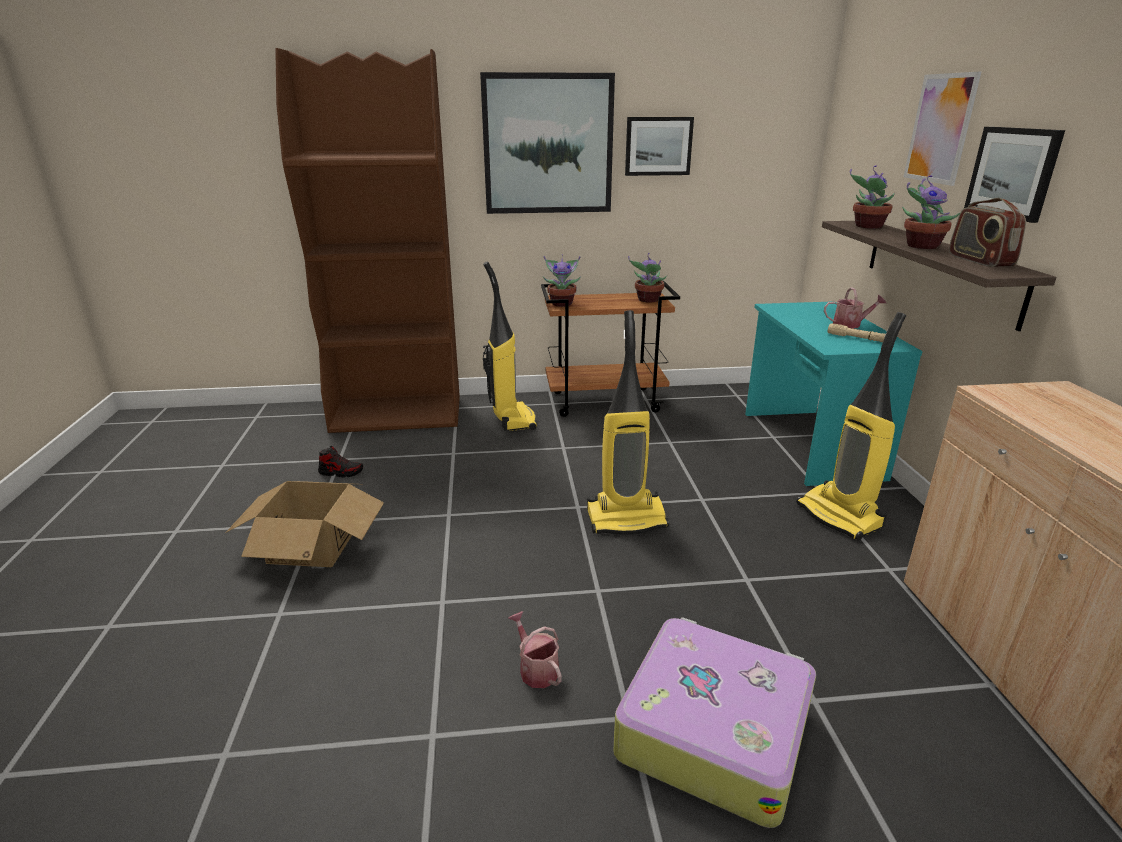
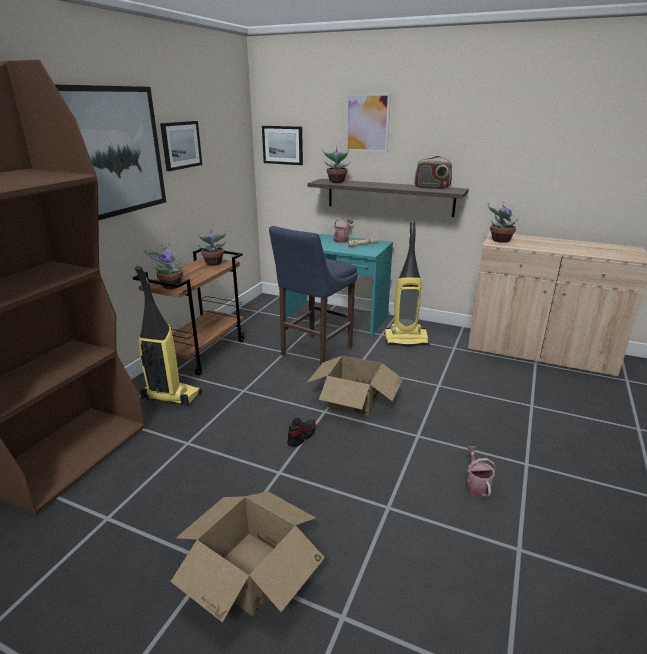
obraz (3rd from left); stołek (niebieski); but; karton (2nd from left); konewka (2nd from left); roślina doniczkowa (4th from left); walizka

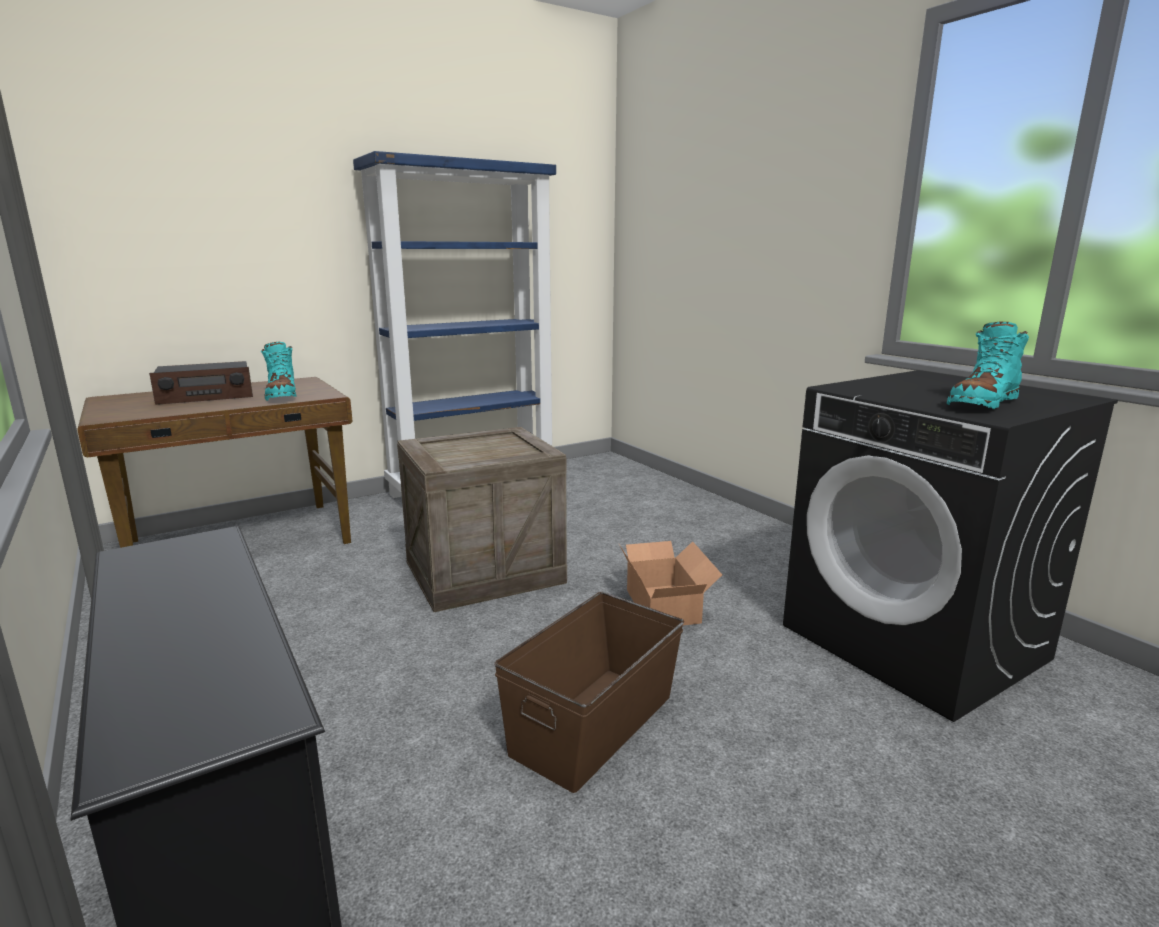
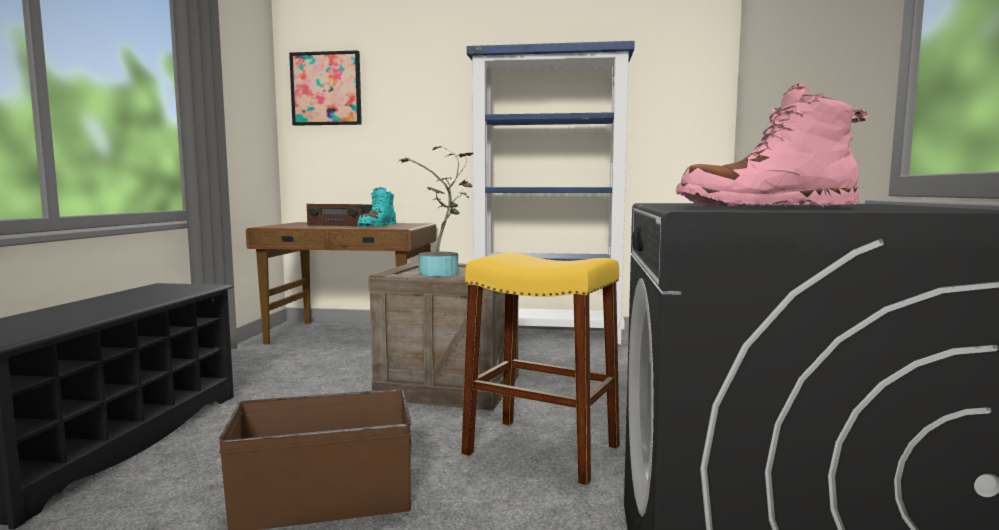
obraz; roślina doniczkowa; stołek (żółty); but z cholewką (różowy)

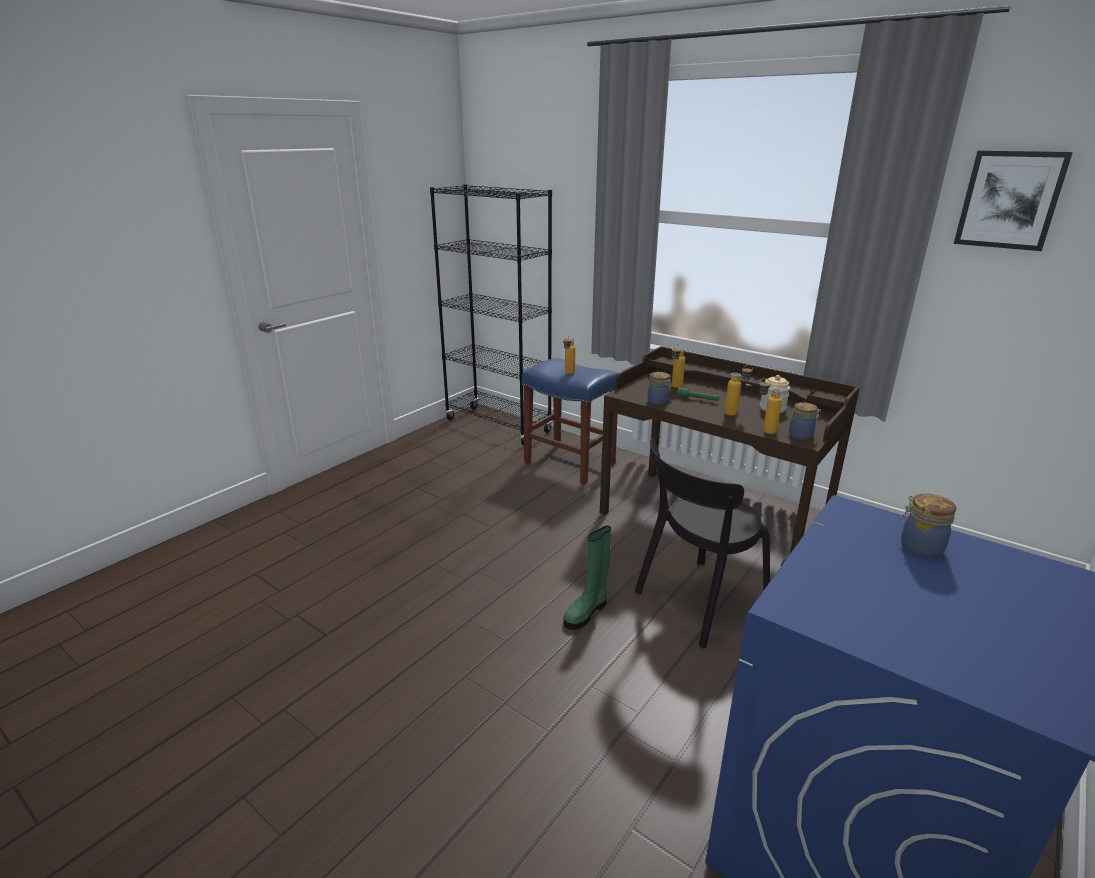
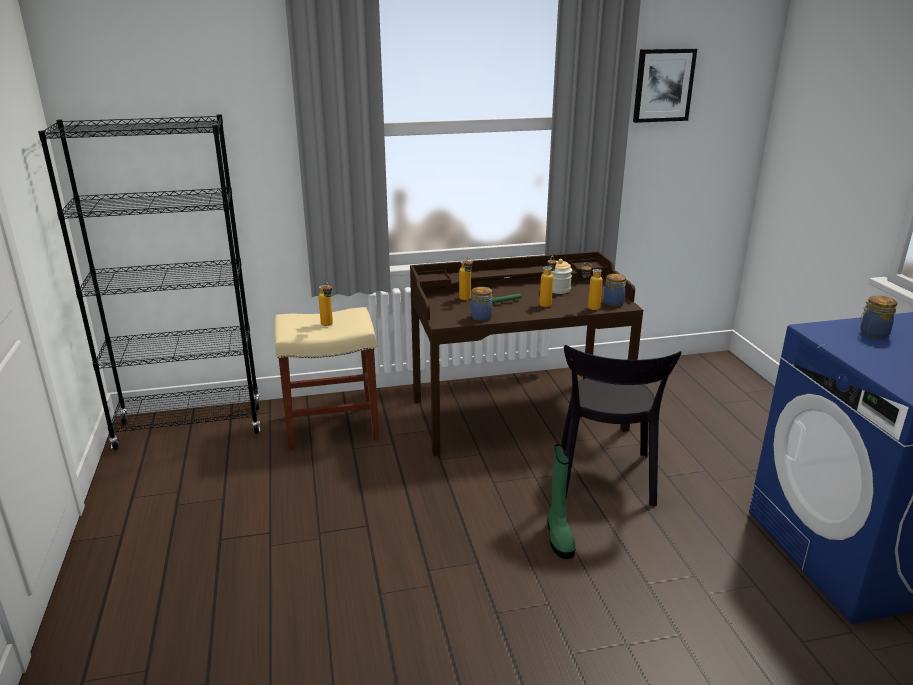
stołek (beżowy)

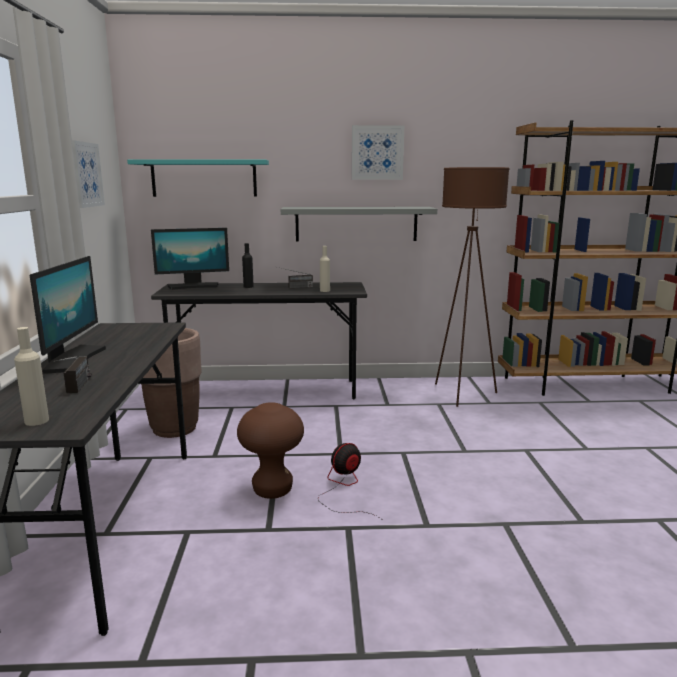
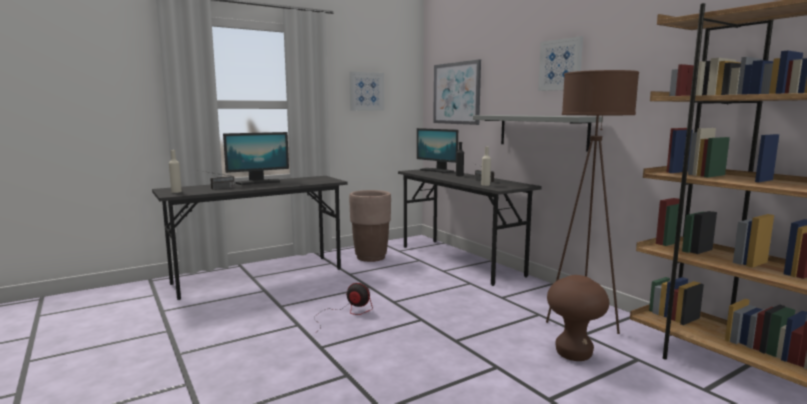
obraz (2nd from left); stołek (brązowy)

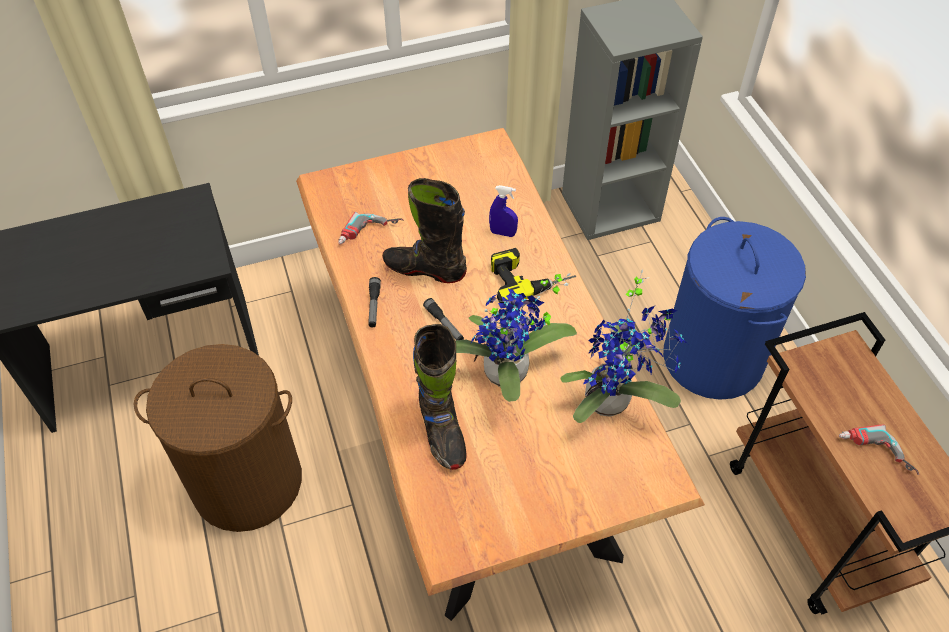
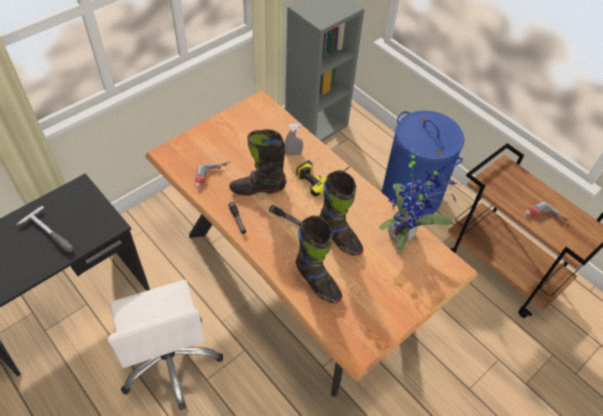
młotek; krzesło biurowe (biały); spryskiwacz (szary); but z cholewką (czarny) (3rd from left)

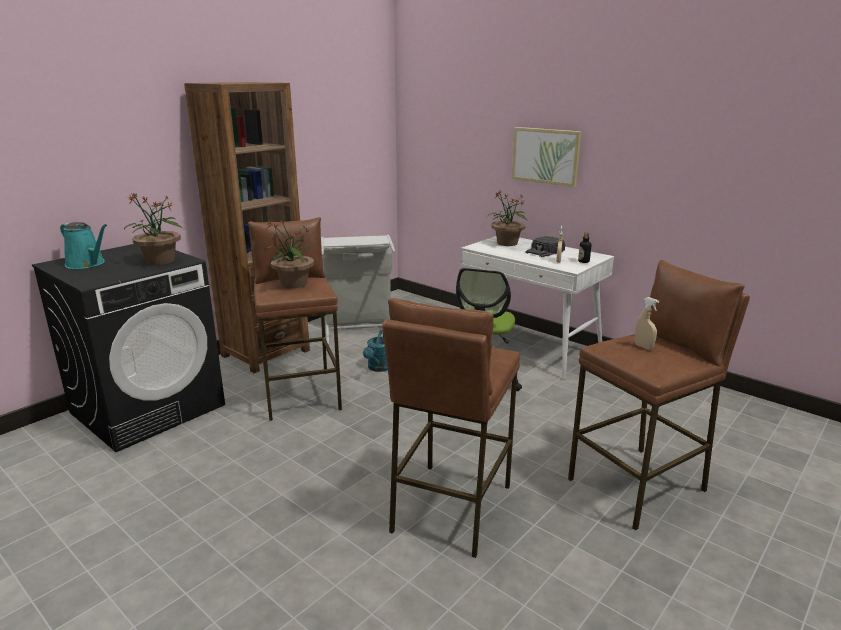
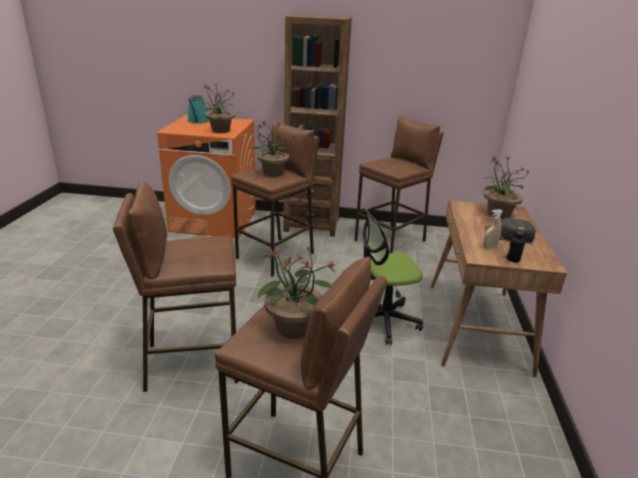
pralka (pomarańczowy); roślina doniczkowa (3rd from left); stołek (brązowy) (4th from left); biurko (brązowy); konewka (turkusowy) (2nd from left in the first image); obraz

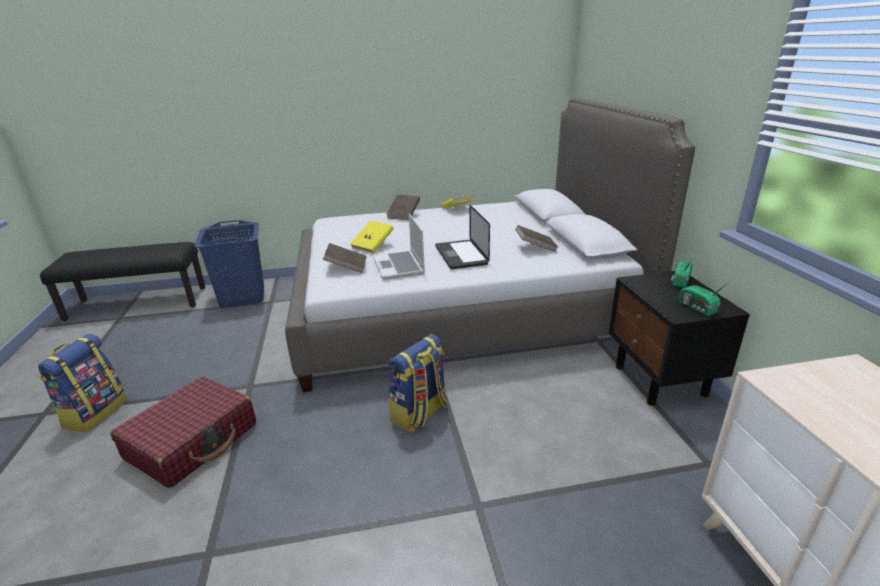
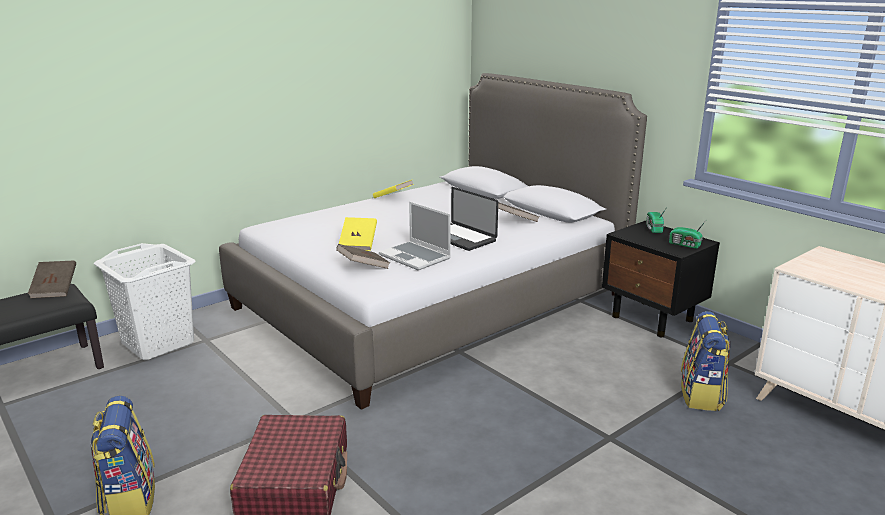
książka (brązowy) (1st from left); kosz na pranie (biały); plecak (2nd from left)

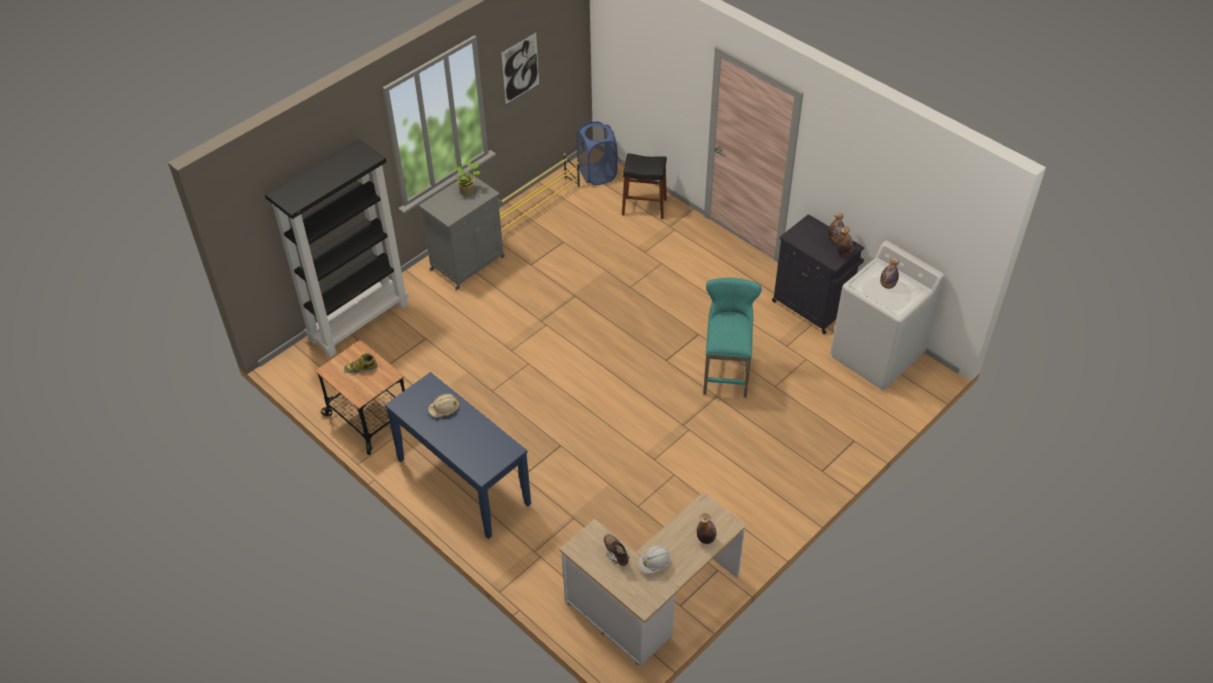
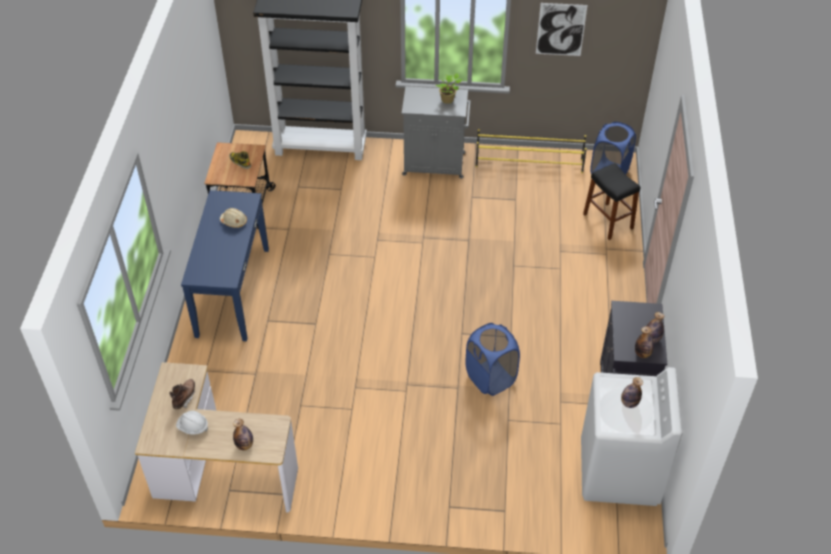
kosz na pranie (niebieski) (1st from left)

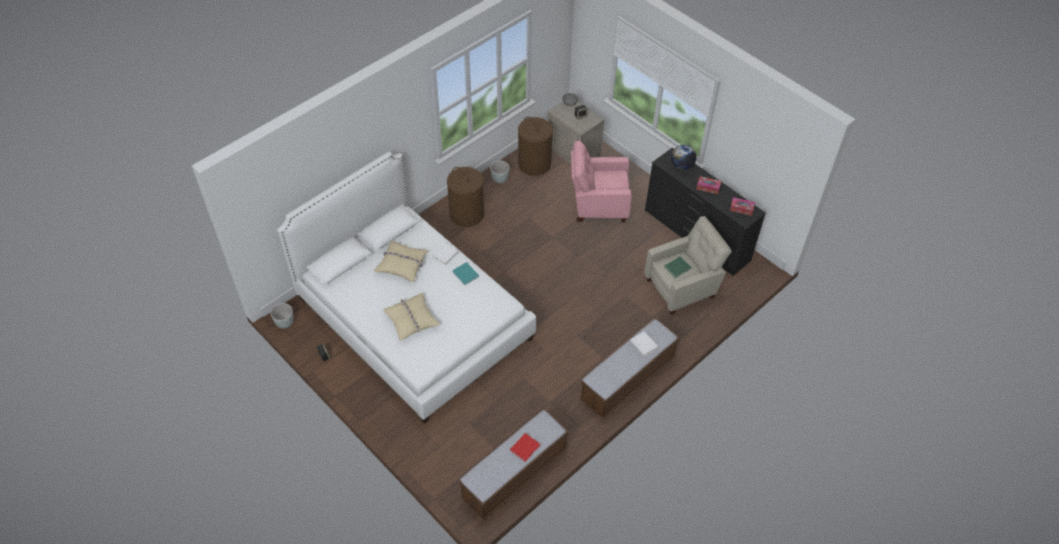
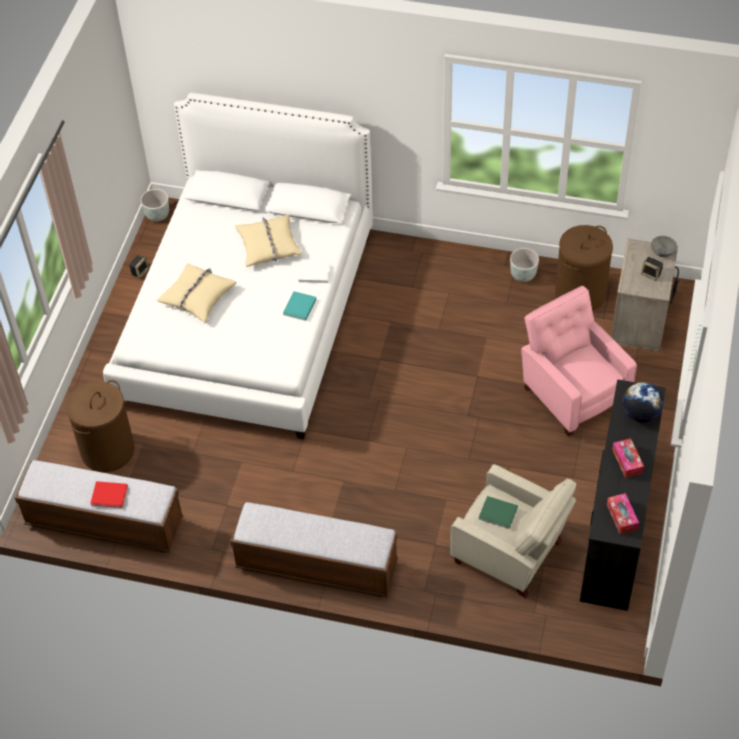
kosz na pranie (brązowy) (1st from left); książka (biały) (2nd from left in the first image)

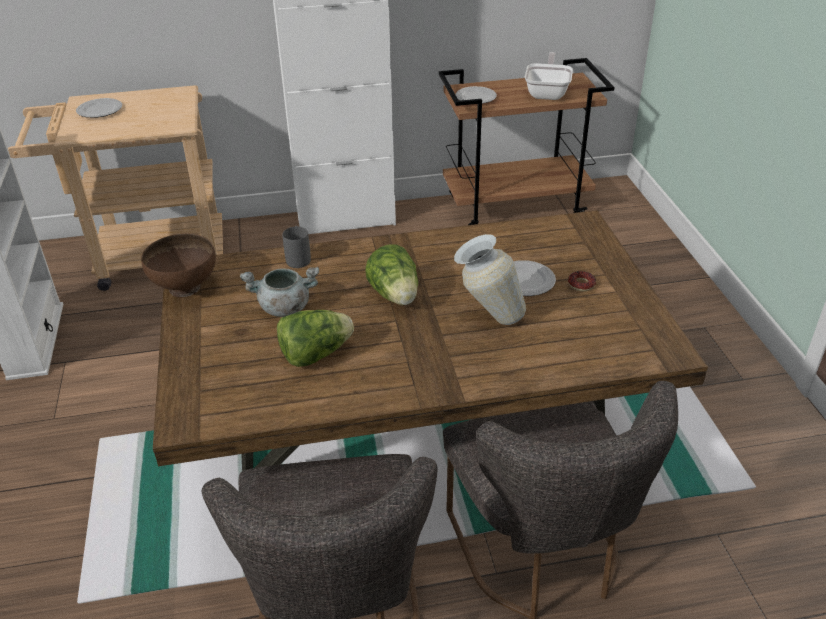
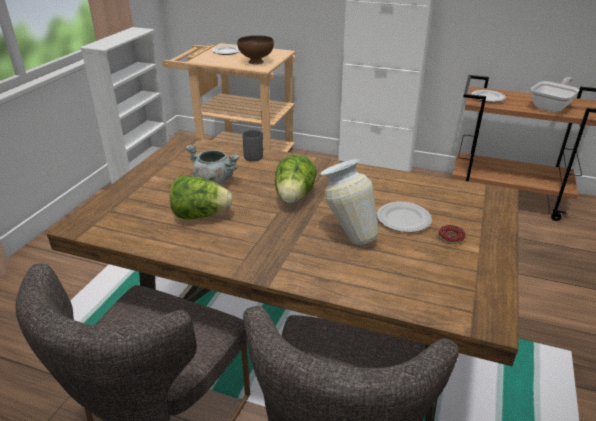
miska (brązowy)

